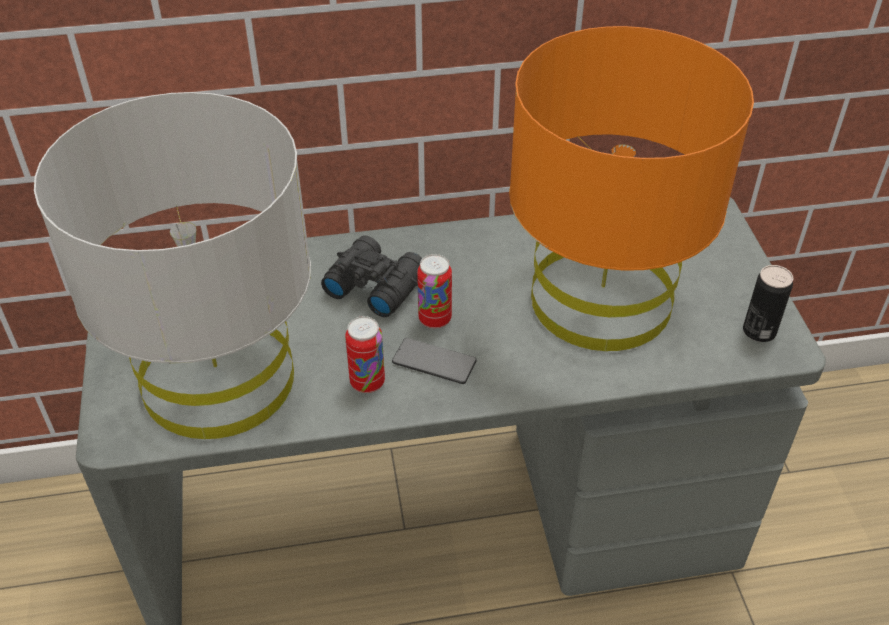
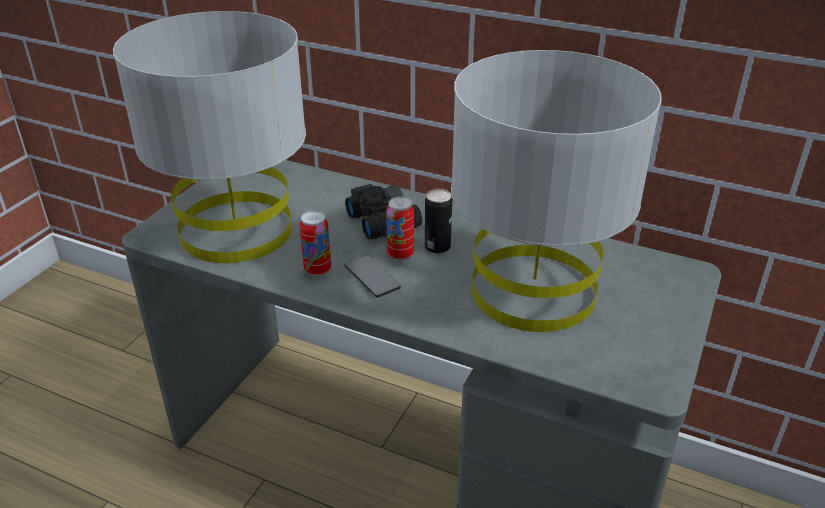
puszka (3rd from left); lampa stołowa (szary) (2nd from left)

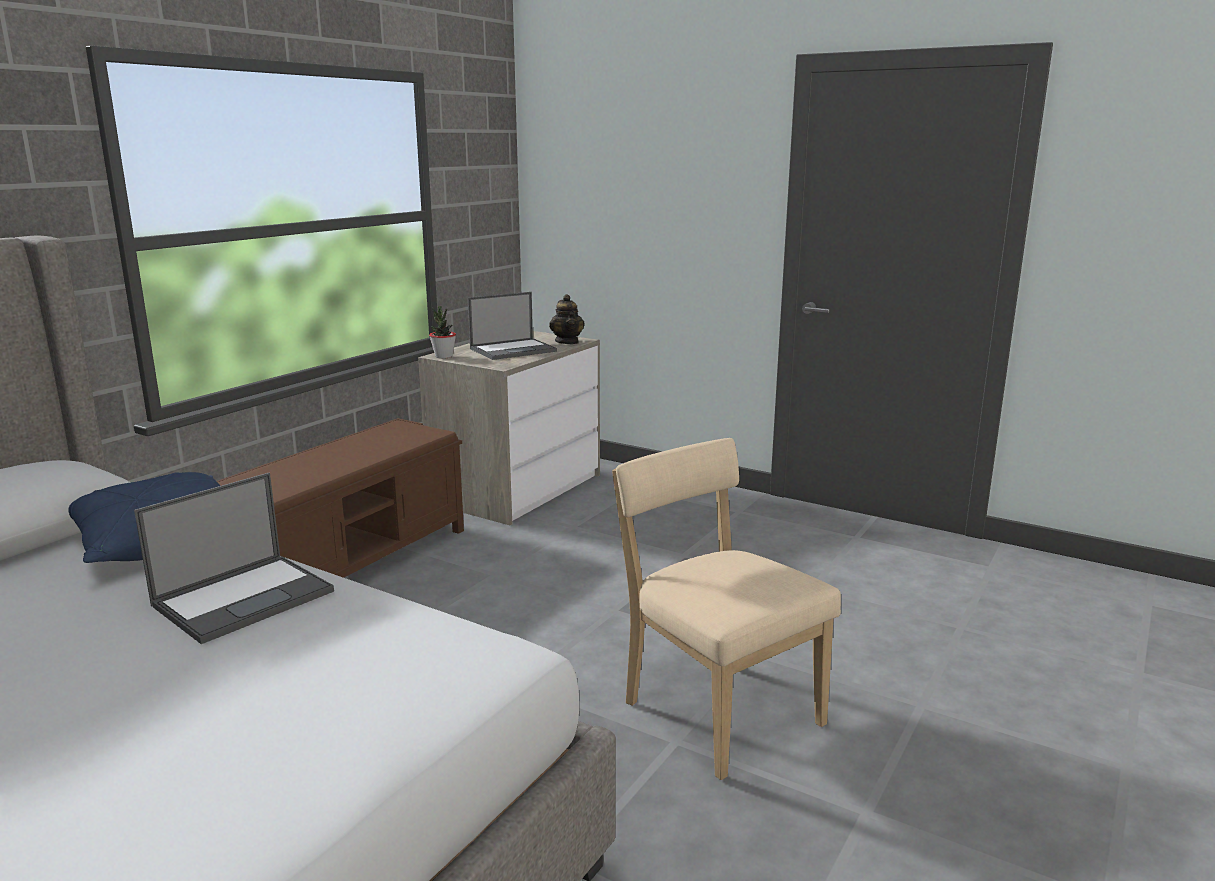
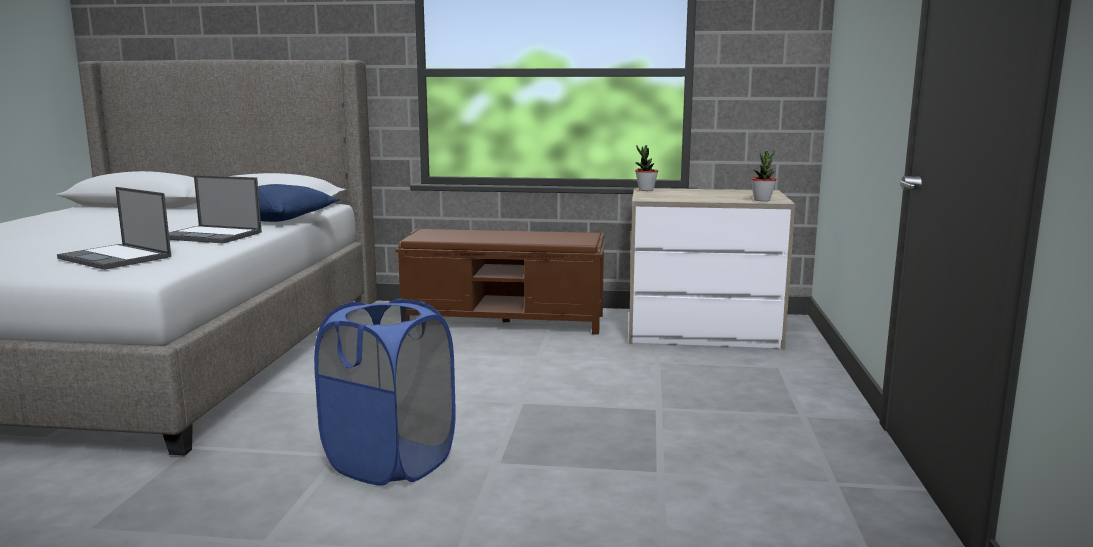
laptop (1st from left); kosz na pranie (niebieski); roślina doniczkowa (2nd from left)

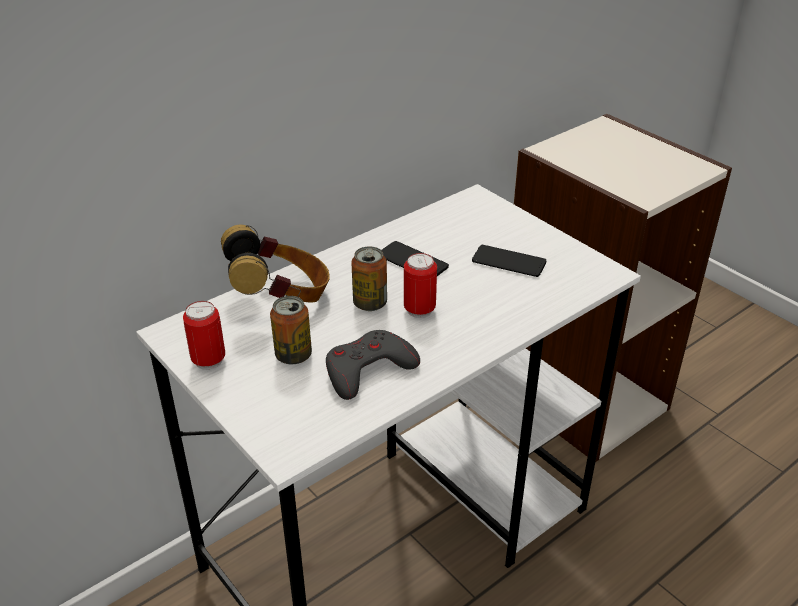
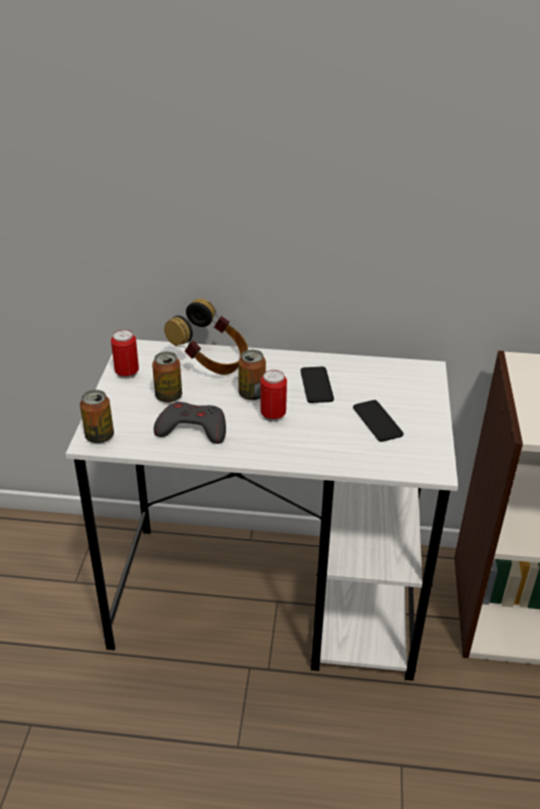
puszka (1st from left)

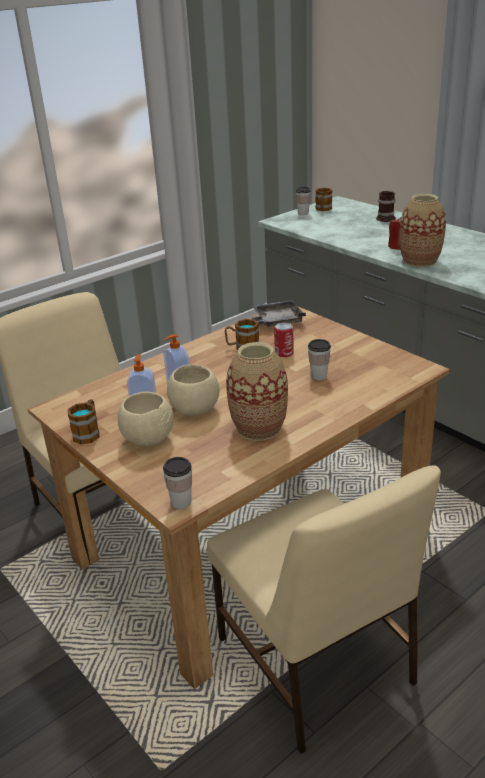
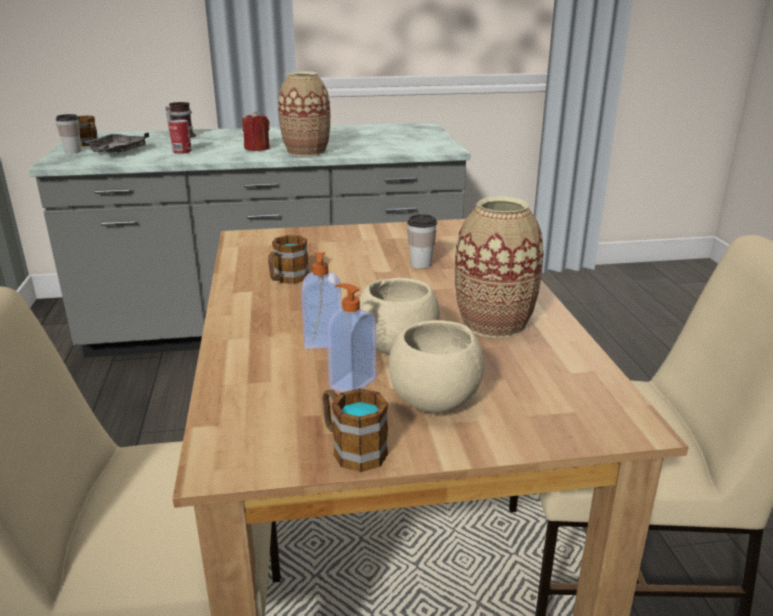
taca (szary); puszka; filiżanka (1st from left in the first image)

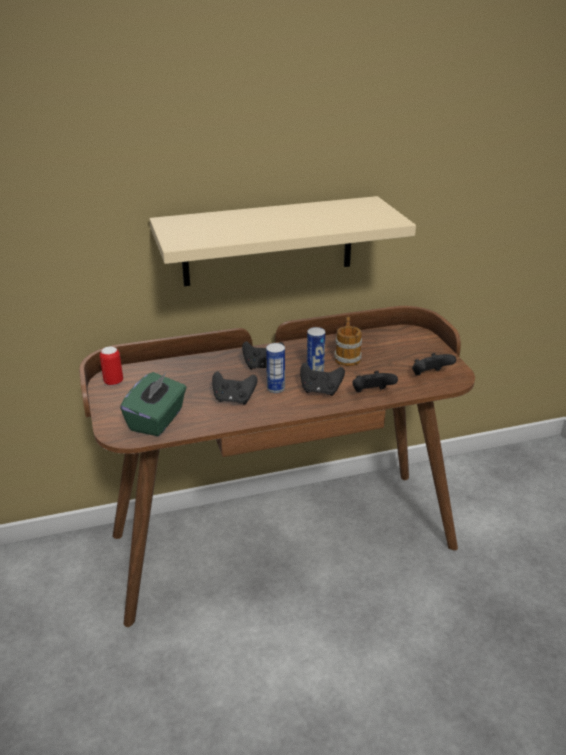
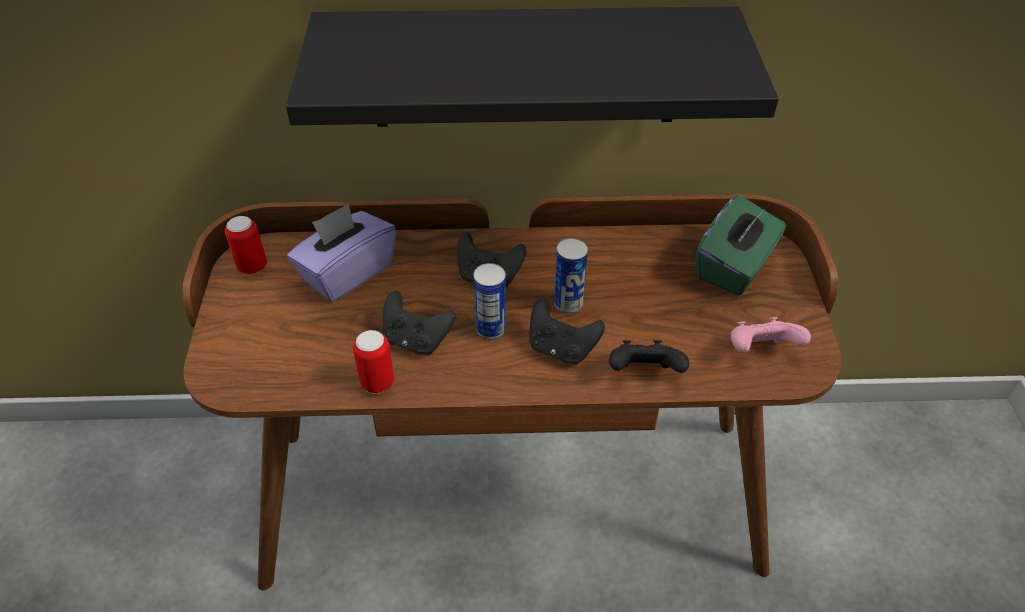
półka (czarny); pudełko chusteczek (fioletowy); puszka (2nd from left); pudełko chusteczek (zielony); pad do gier (różowy); kubek

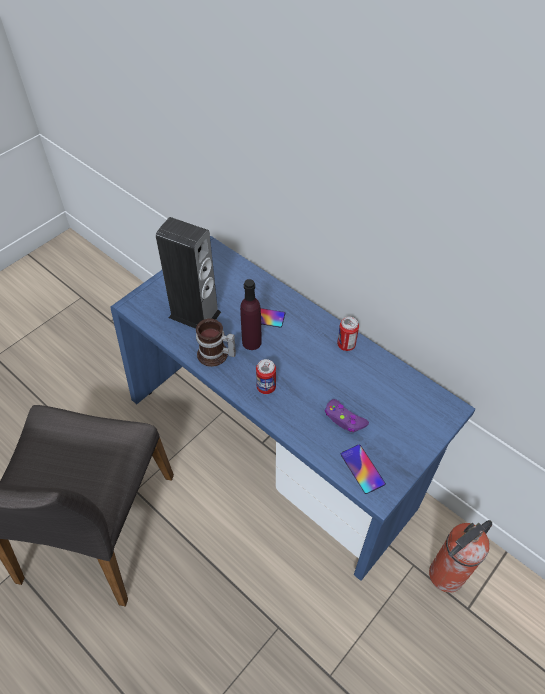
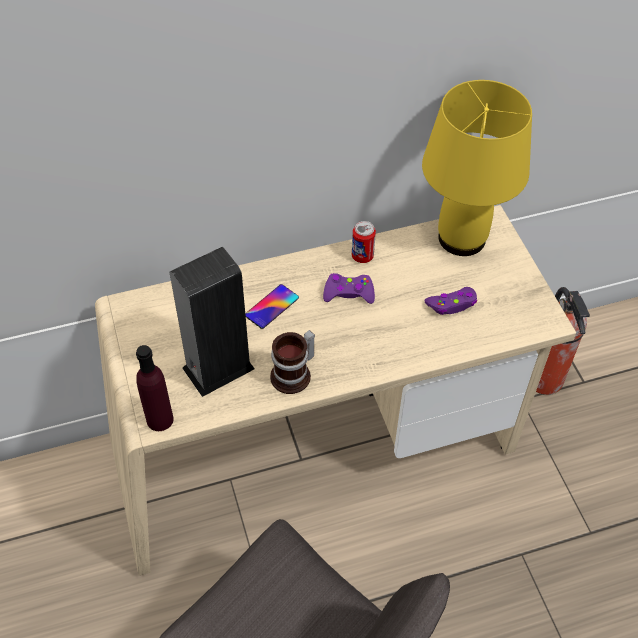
biurko (beżowy); butelka (fioletowy); pad do gier (fioletowy) (1st from left); lampa stołowa (żółty); puszka (1st from left in the first image); telefon (2nd from left in the first image)

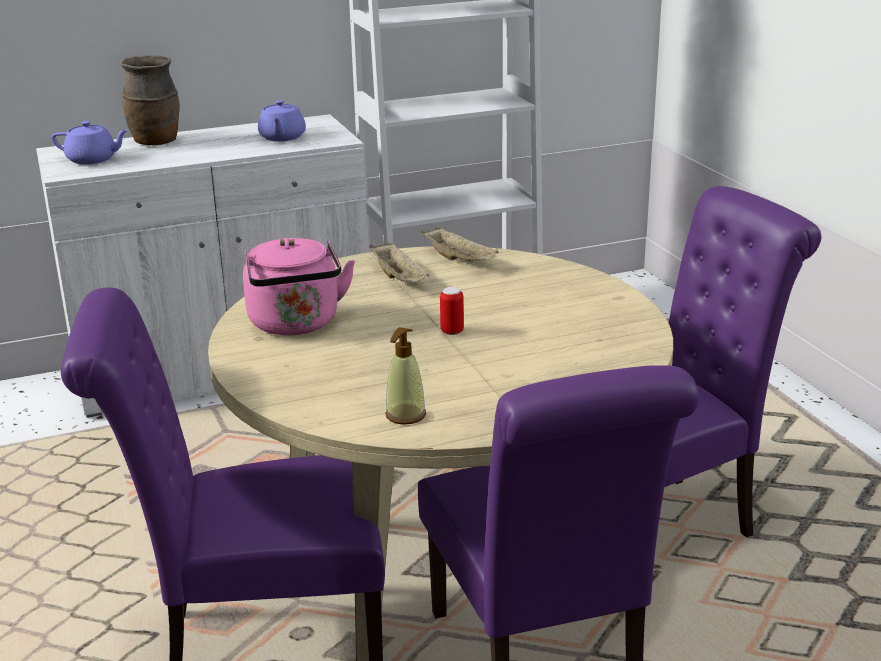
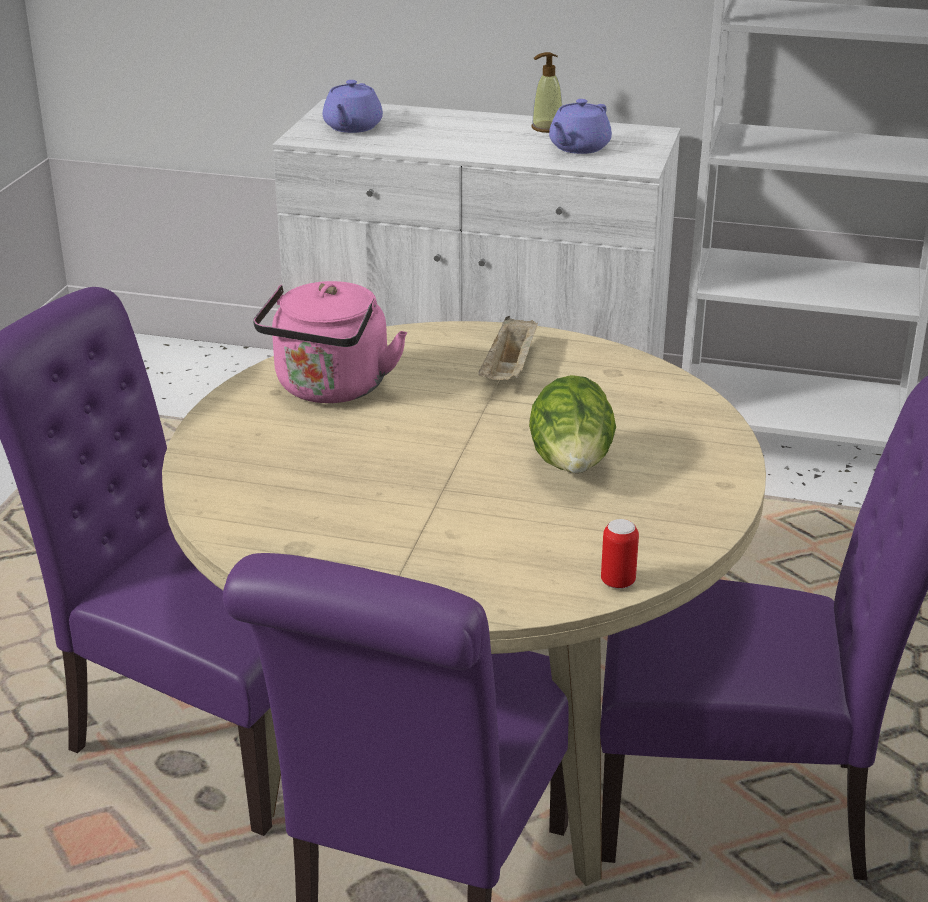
imbryk (fioletowy) (1st from left); sałata; dozownik mydła; puszka; wazon (brązowy); taca (beżowy) (2nd from left in the first image)

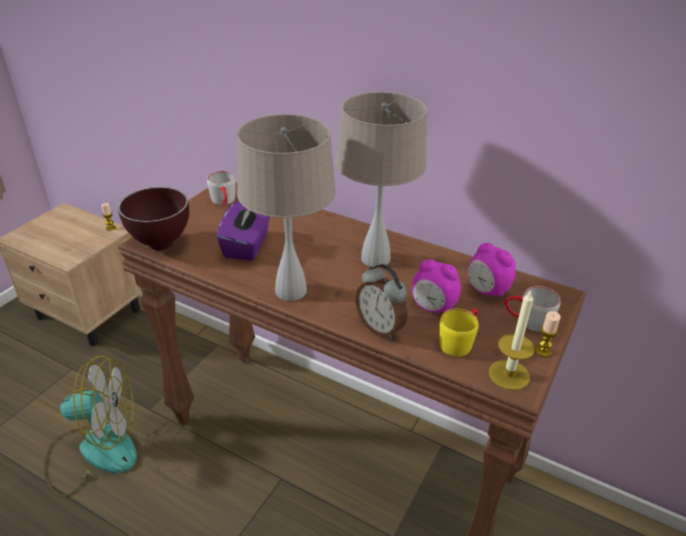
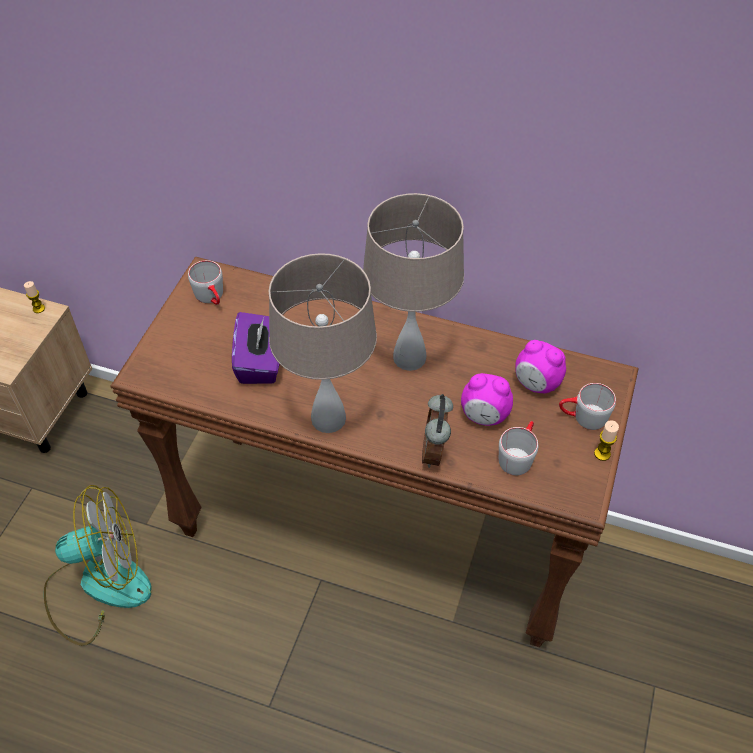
budzik (1st from left); kubek (szary) (2nd from left); miska (brązowy); świeca (2nd from left in the first image)

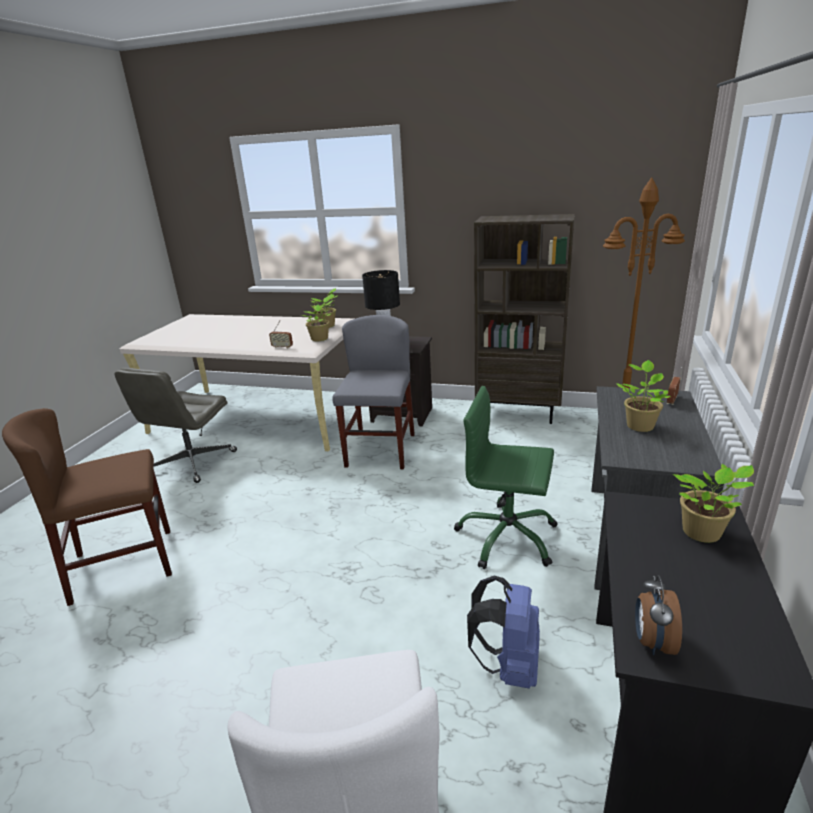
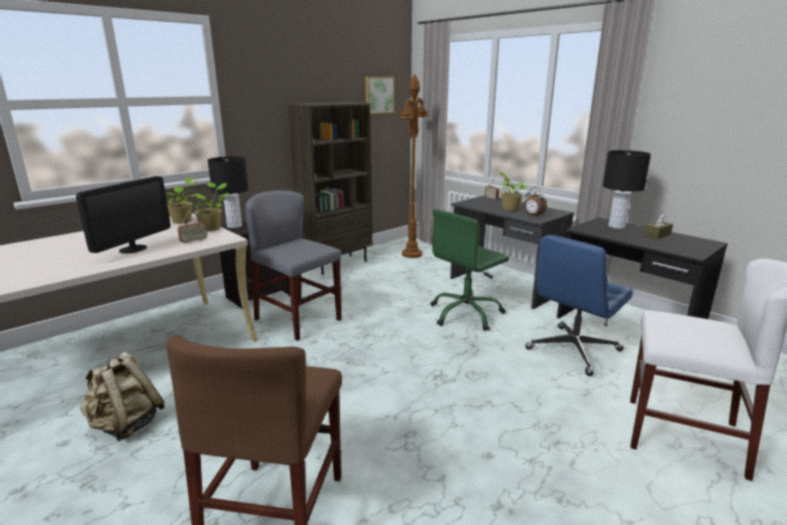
monitor; plecak (beżowy); obraz; budzik; krzesło biurowe (niebieski); lampa stołowa (czarny) (2nd from left); pudełko chusteczek (brązowy)

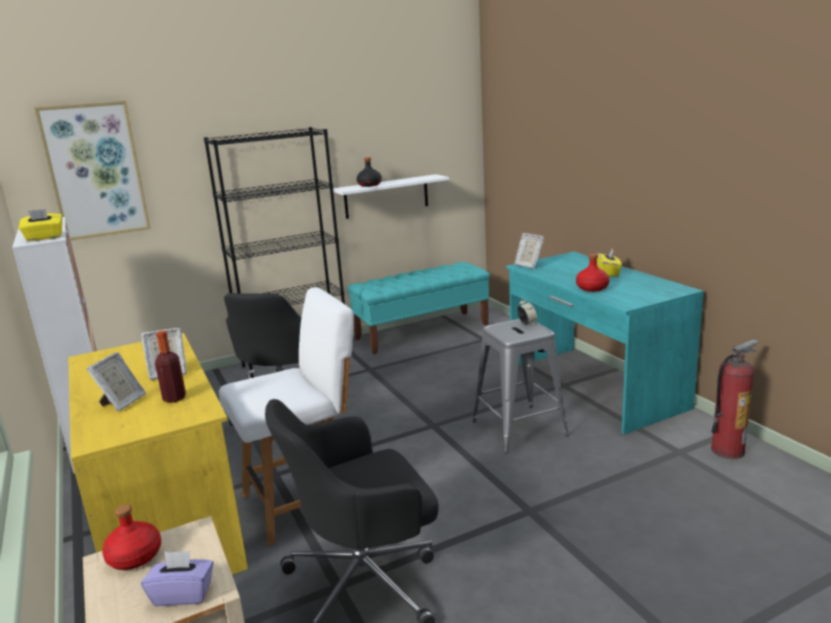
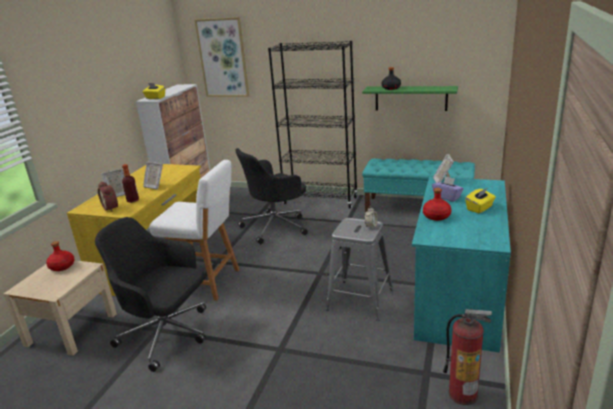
budzik (1st from left); półka (zielony); pudełko chusteczek (fioletowy)

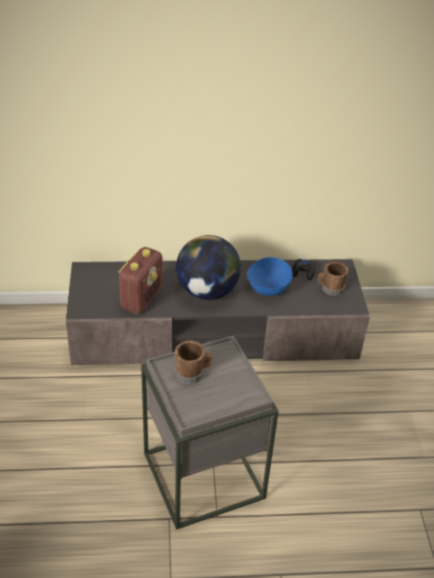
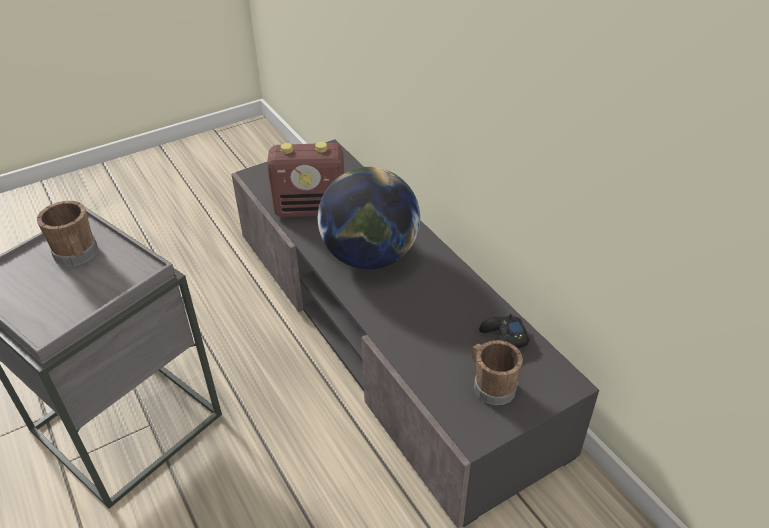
miska (niebieski)

